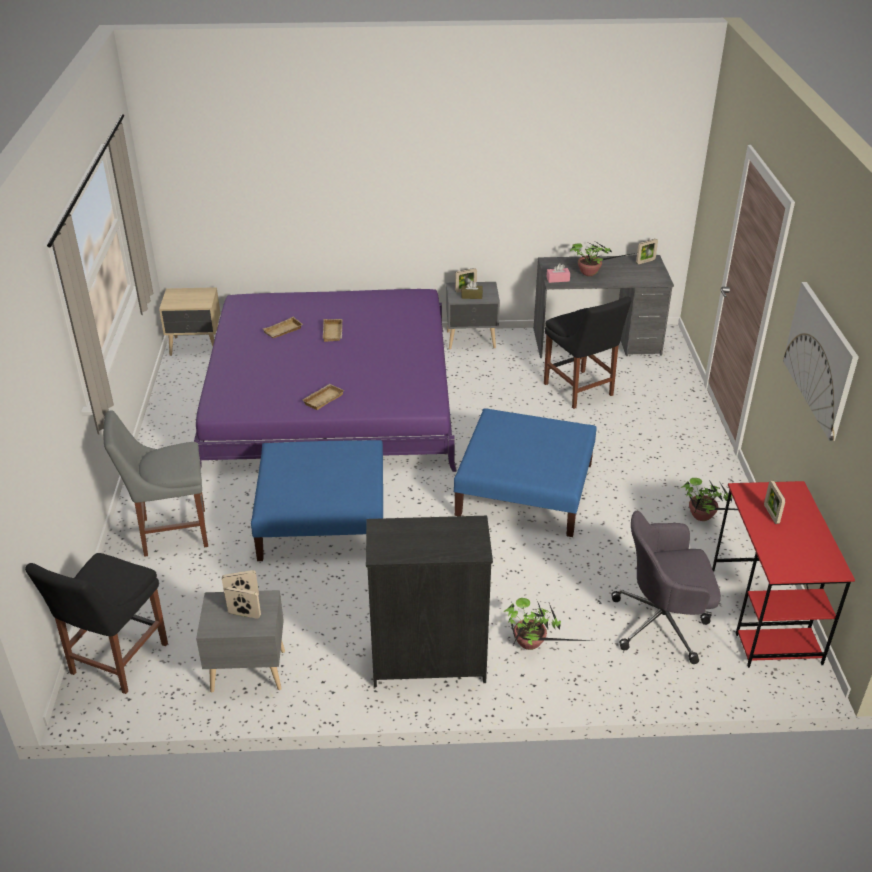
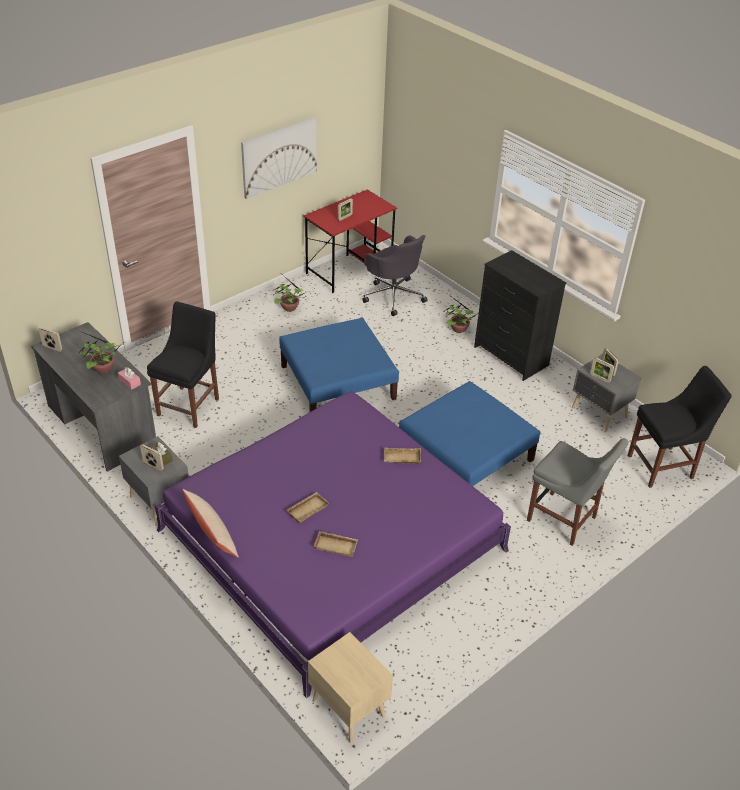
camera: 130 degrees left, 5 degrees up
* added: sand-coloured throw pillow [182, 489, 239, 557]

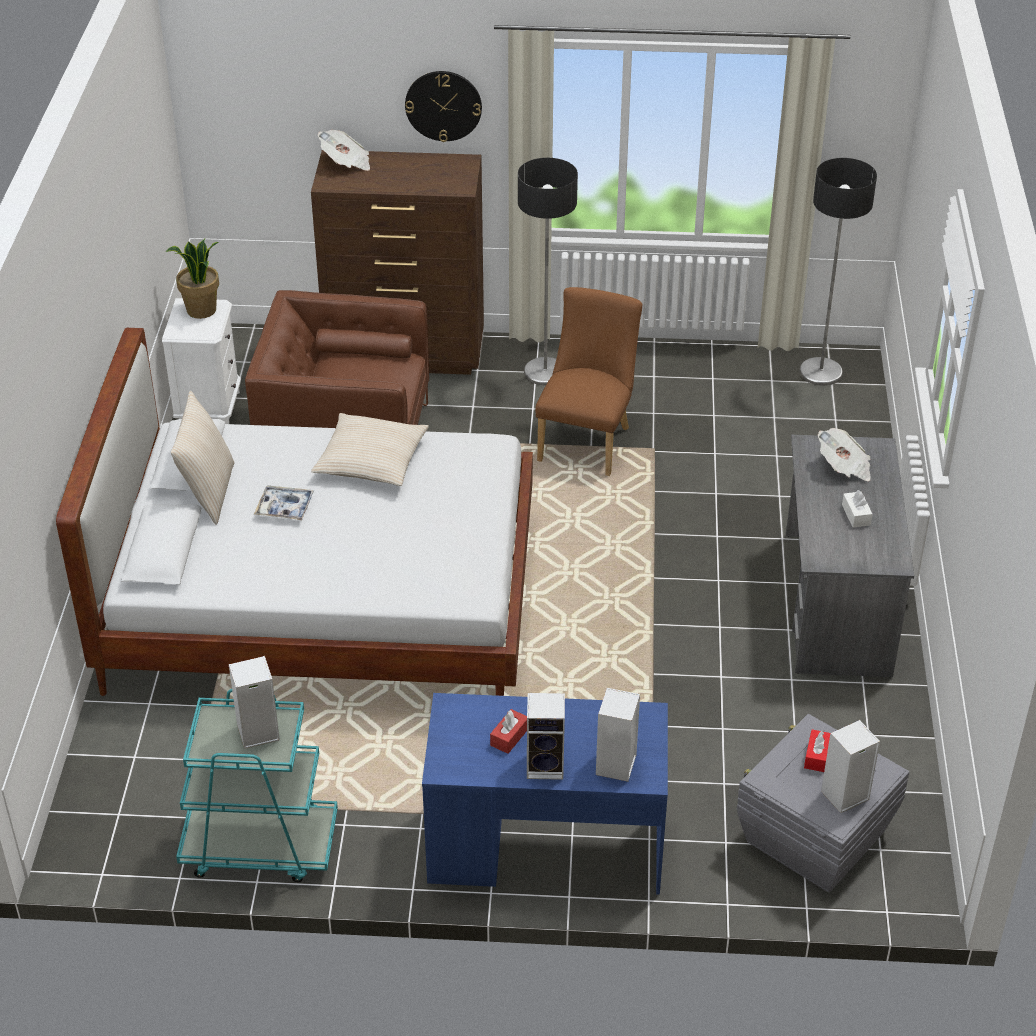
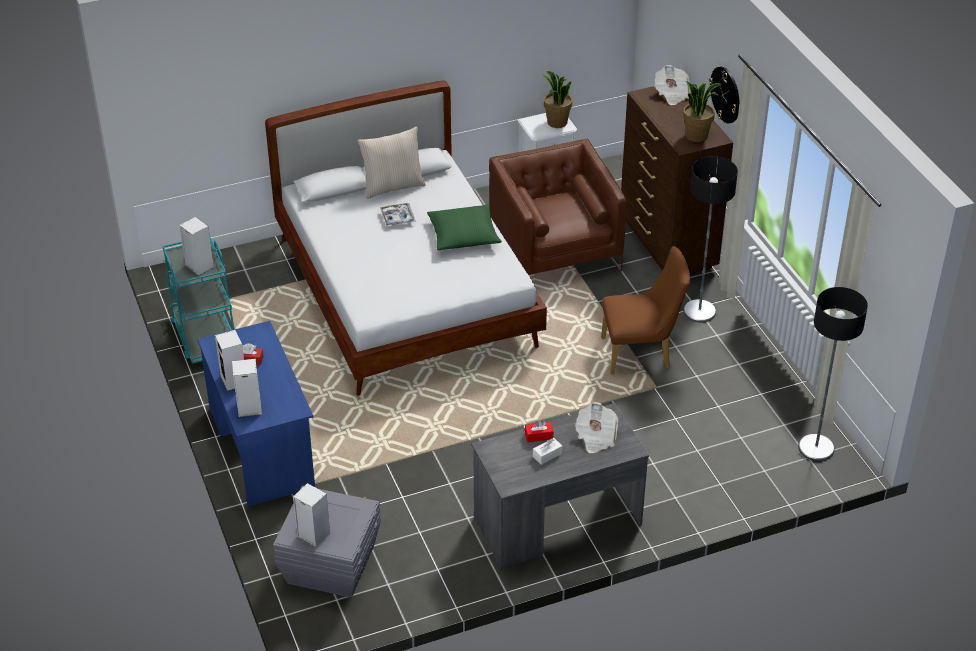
camera: 65 degrees right, 0 degrees up
* recoloured: sand-coloured throw pillow [311, 413, 429, 486] to greenish throw pillow [427, 204, 502, 250]
* moved: red box of tissues [804, 729, 830, 772] to [525, 421, 553, 442]
* added: houseplant [683, 81, 721, 142]

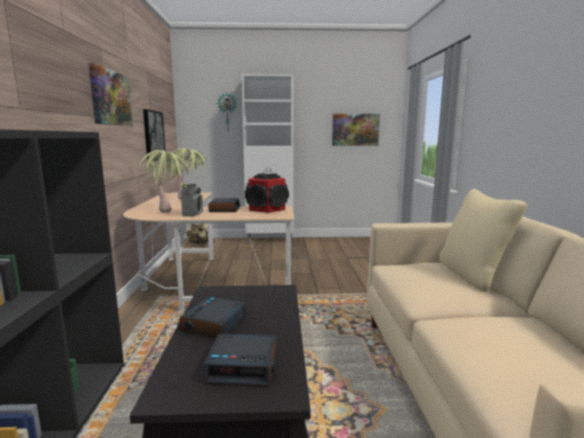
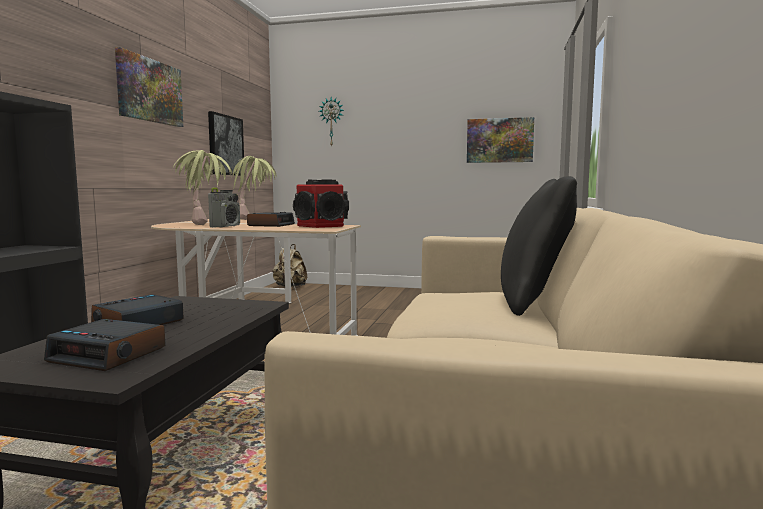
camera: 15 degrees right, 5 degrees down
* removed: white cabinet [241, 74, 294, 243]
* recoloured: sand-coloured throw pillow [439, 189, 528, 292] to black throw pillow [501, 176, 577, 316]

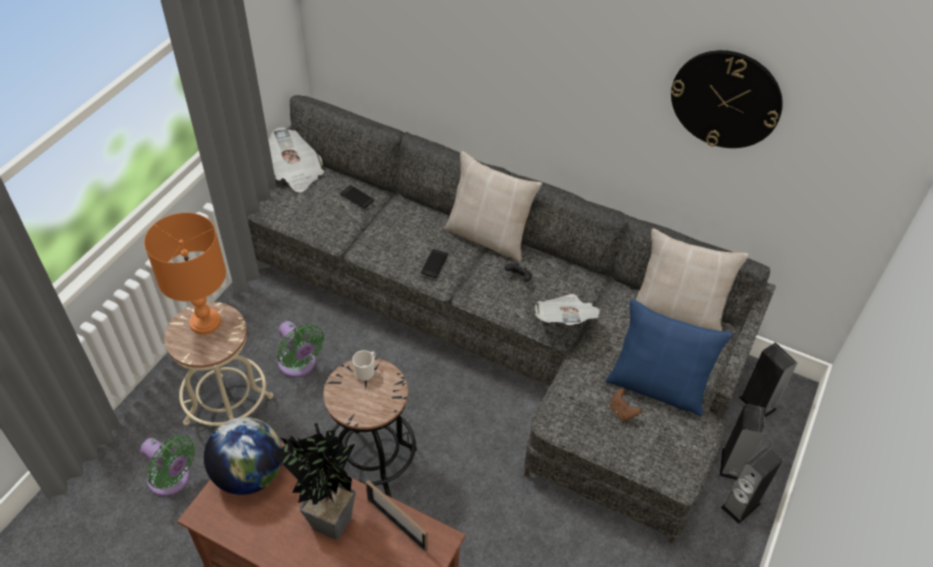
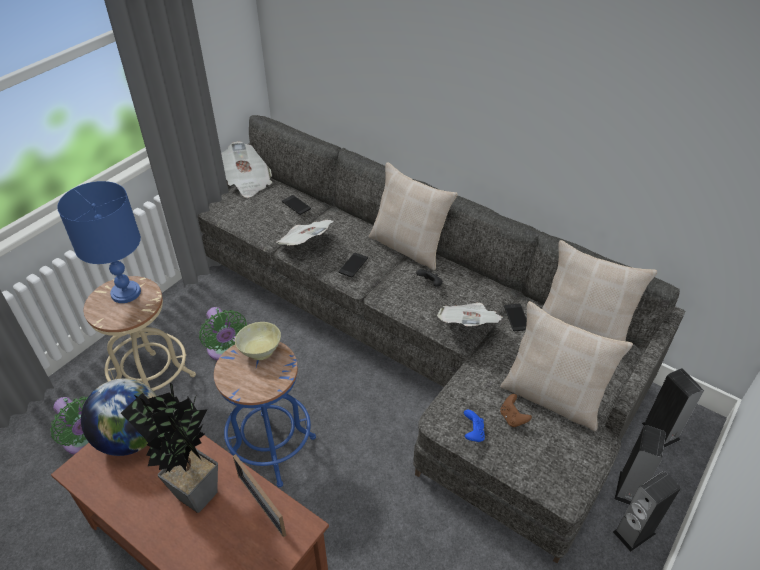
camera: 10 degrees right, 5 degrees down
* recoloured: orangey table lamp [144, 213, 226, 335] to bluish table lamp [57, 181, 141, 303]
* recoloured: black stool [323, 358, 417, 498] to bluish stool [214, 342, 316, 487]
* replaced: coffee mug [352, 350, 376, 381] to sand-coloured bowl [235, 322, 281, 360]
* recoloured: bluish throw pillow [606, 299, 733, 416] to sand-coloured throw pillow [500, 301, 633, 431]
* removed: hanging clock [671, 50, 783, 148]
* added: daily paper [276, 220, 334, 245]
* added: bluish gamepad [464, 410, 485, 442]
* added: phone [504, 303, 527, 331]

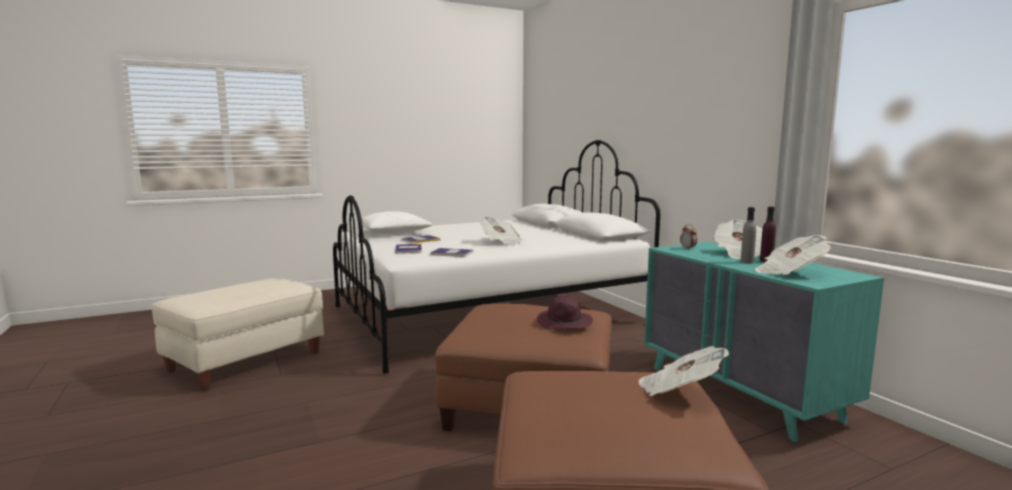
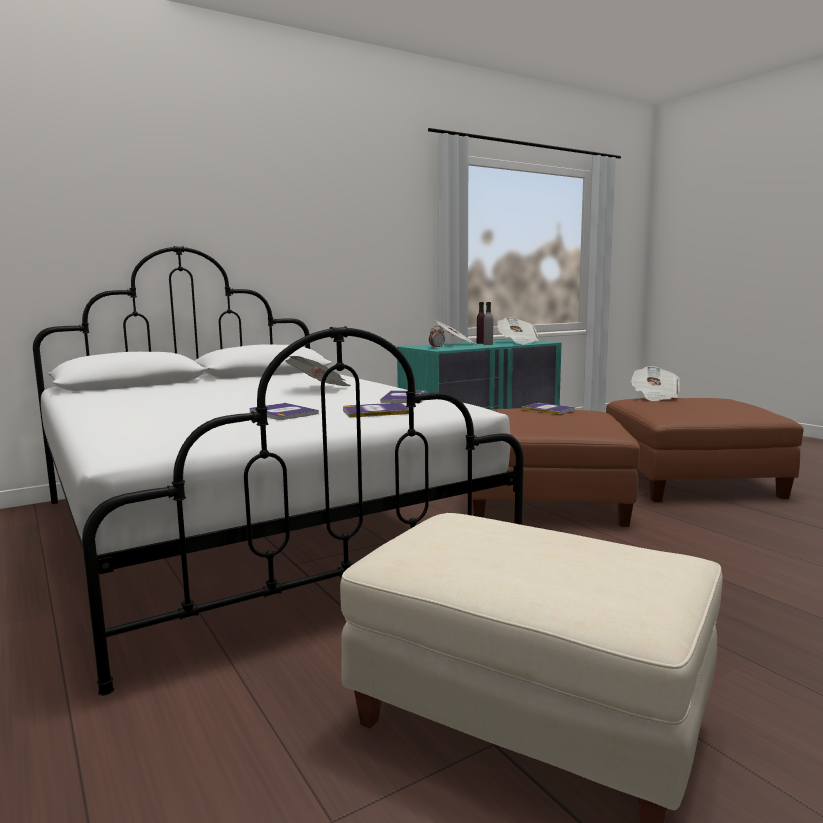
camera: 95 degrees left, 0 degrees up
* removed: white throw pillow [357, 211, 433, 234]
* replaced: purplish wearable hat [537, 295, 593, 329] to bound book [522, 403, 575, 415]

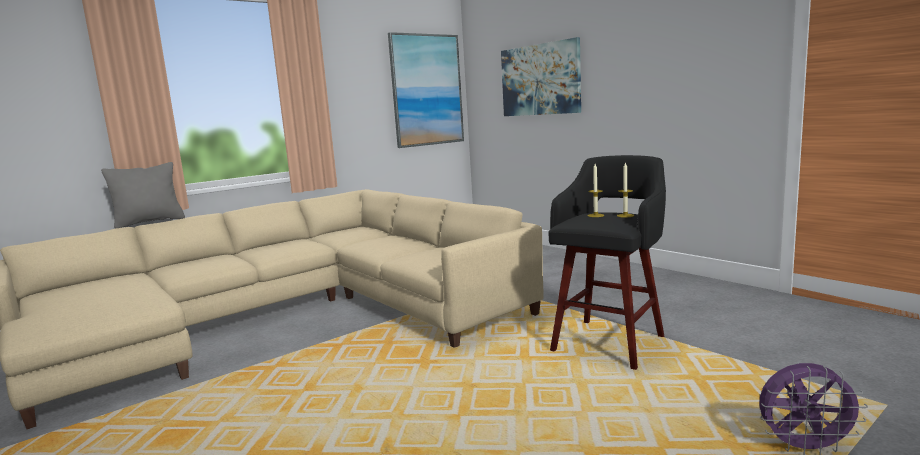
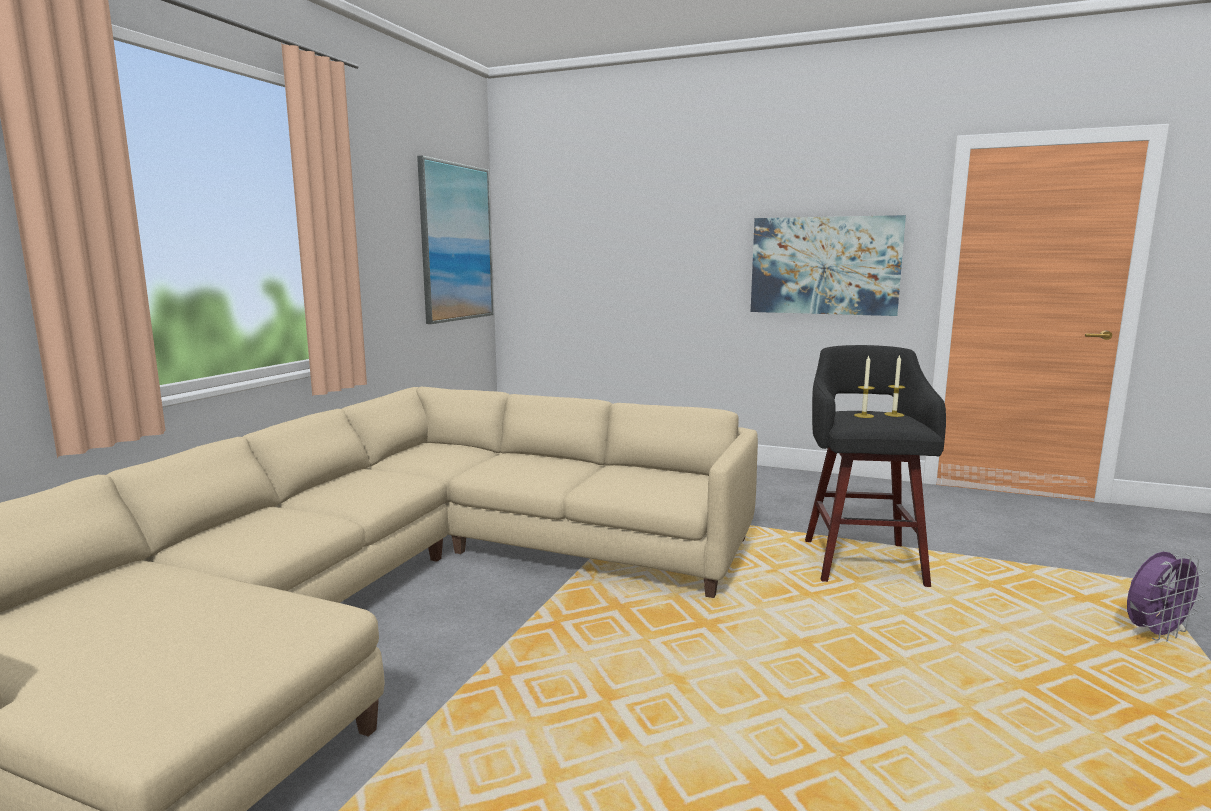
camera: 30 degrees left, 0 degrees up
* removed: gray throw pillow [101, 162, 185, 229]
* moved: wall art [501, 37, 581, 116] to [751, 215, 906, 316]

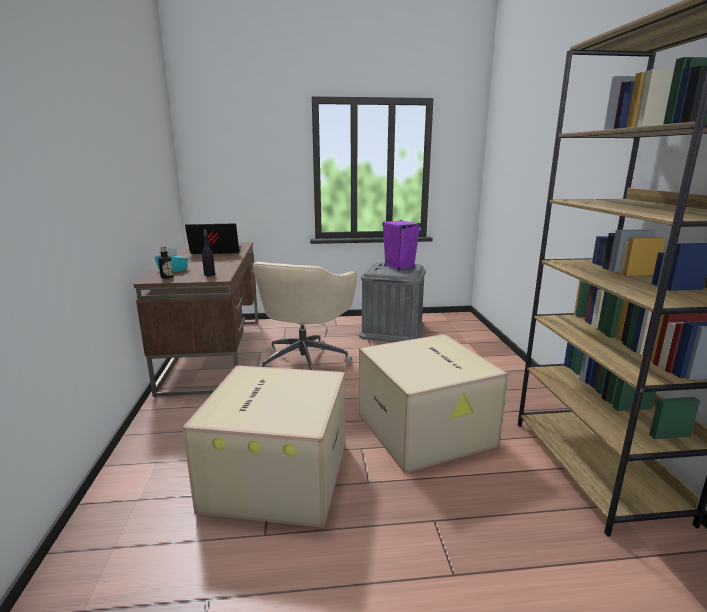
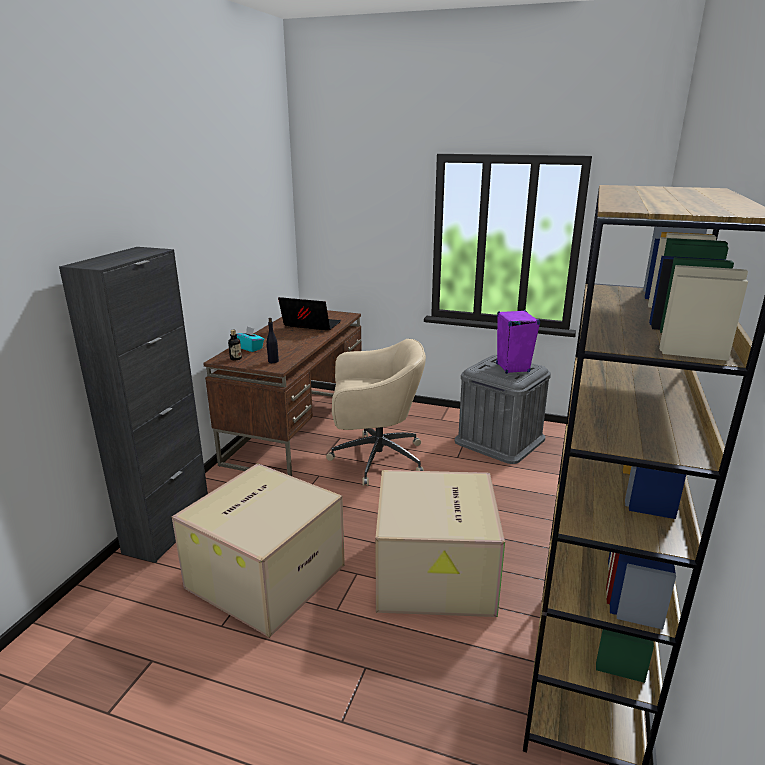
camera: 25 degrees right, 5 degrees up
* turned: sand-coloured computer chair [252, 262, 357, 370] = [326, 339, 426, 486] 135 degrees counterclockwise
* added: black cabinet [59, 247, 208, 563]

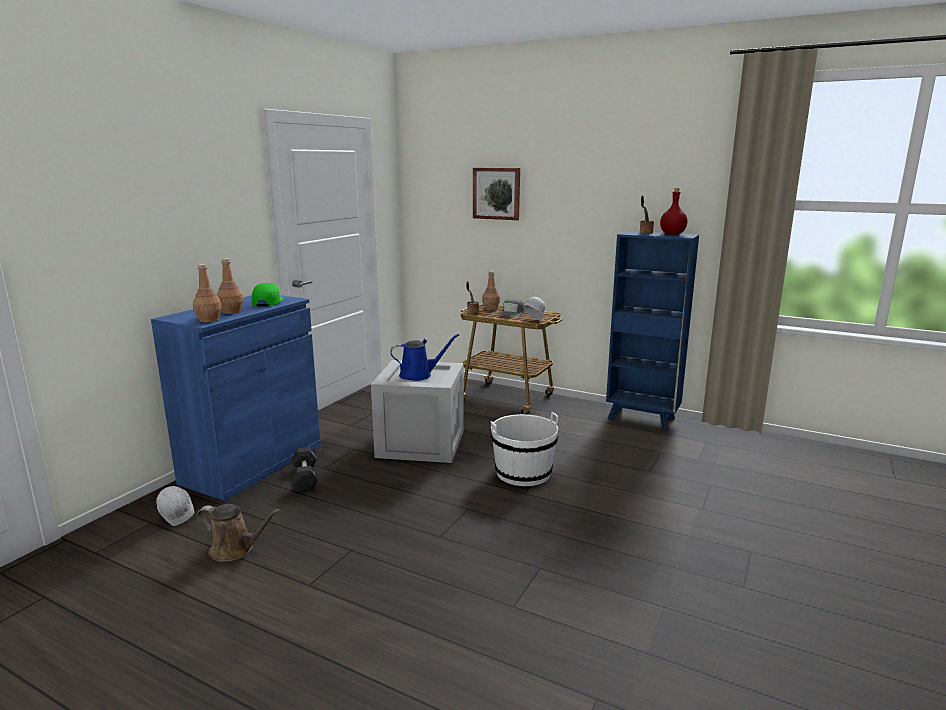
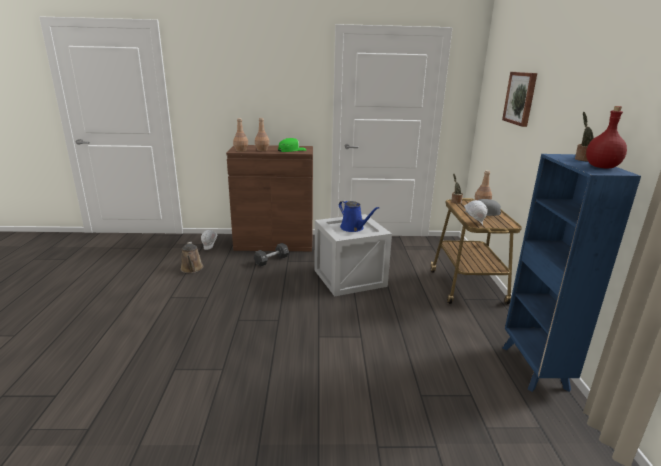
camera: 60 degrees right, 5 degrees up
* recoloured: bluish cabinet [151, 295, 321, 501] to brownish cabinet [226, 145, 313, 251]
* removed: white bucket [491, 412, 558, 486]

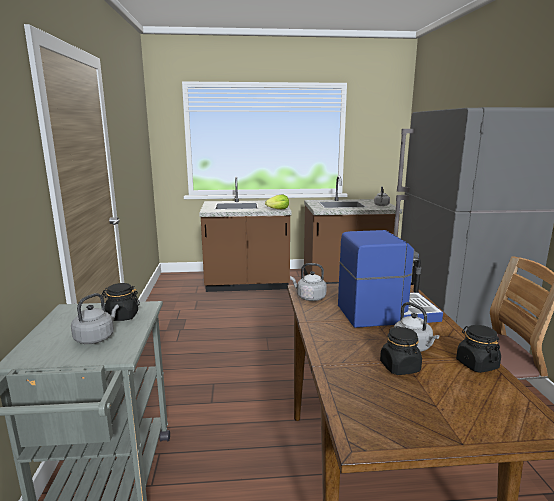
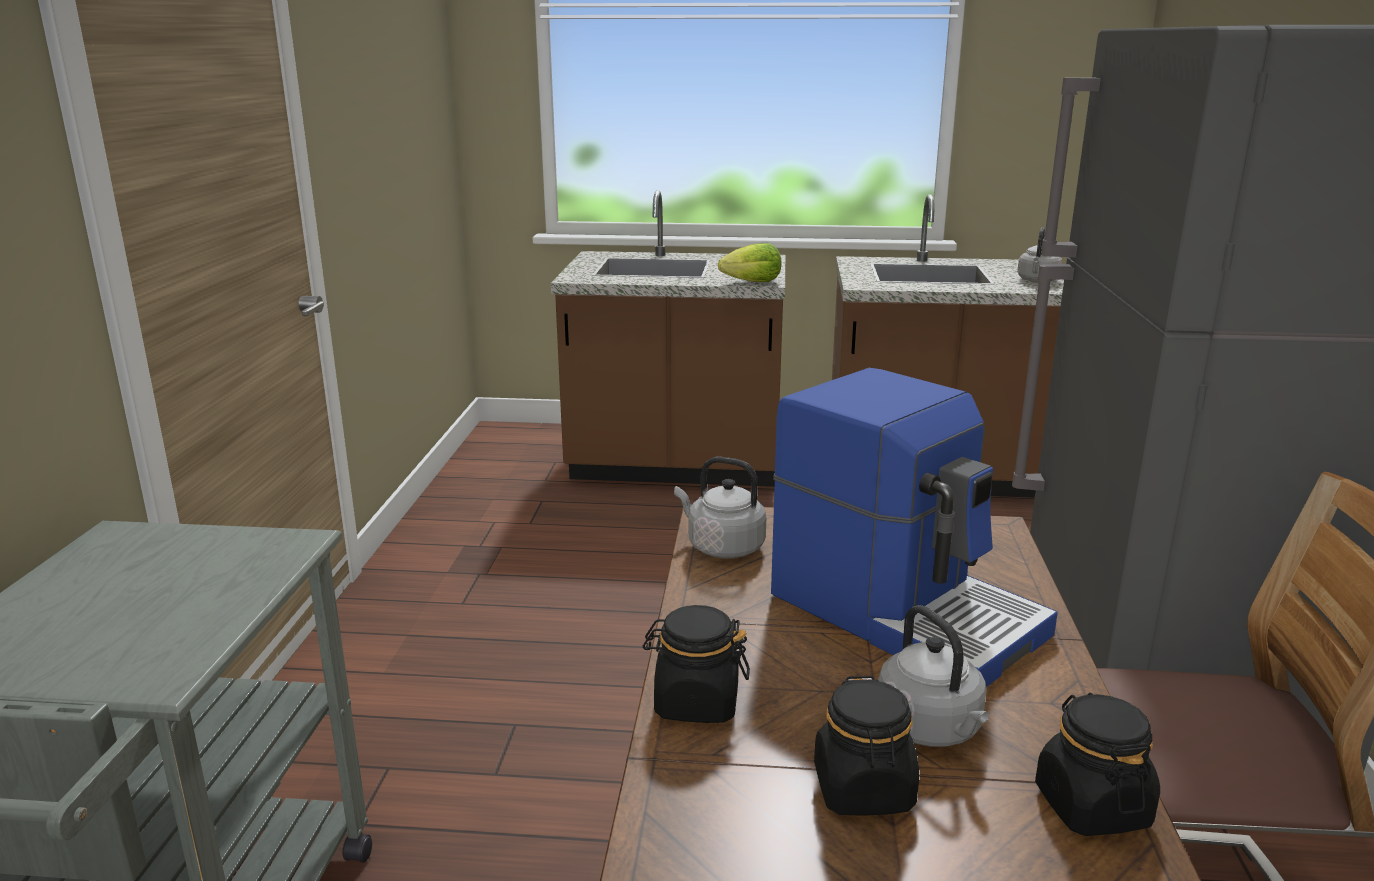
camera: 10 degrees right, 5 degrees up
* removed: gray kettle [71, 293, 119, 344]
* moved: black preserve jar [102, 283, 140, 321] to [643, 605, 750, 723]
* turned: coffee machine [338, 230, 443, 328] = [771, 368, 1058, 687] 45 degrees clockwise

